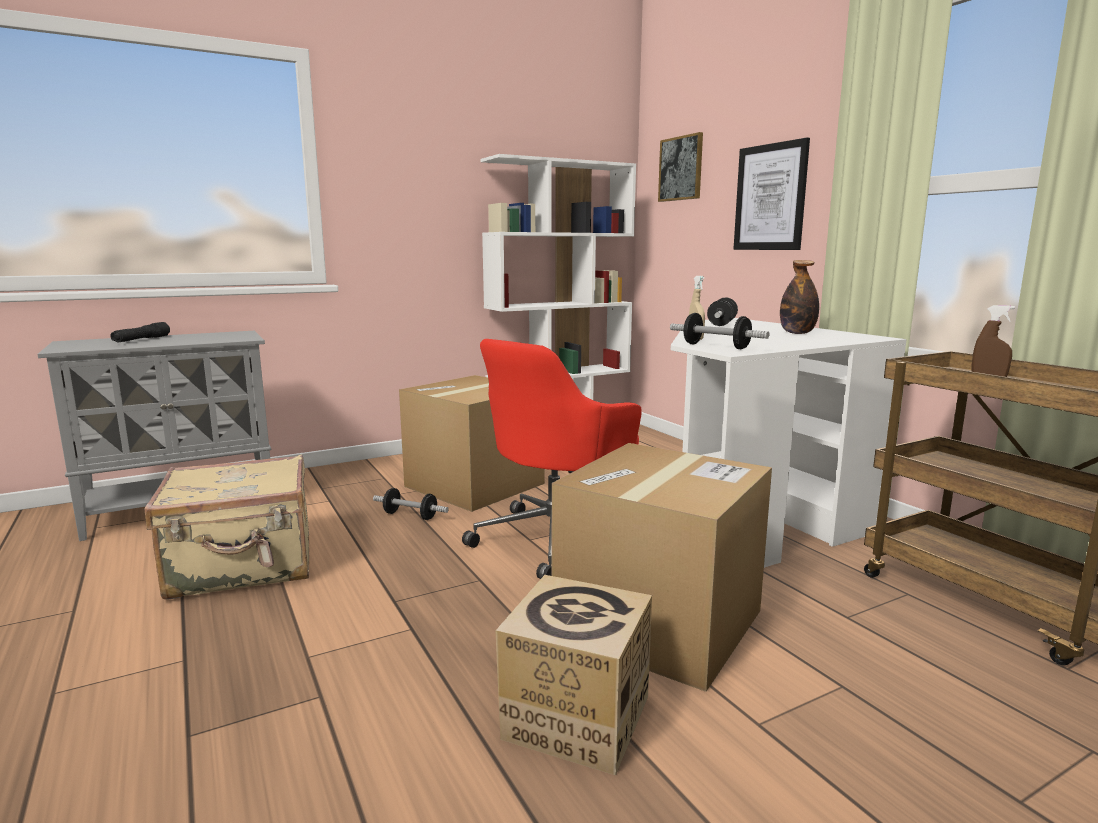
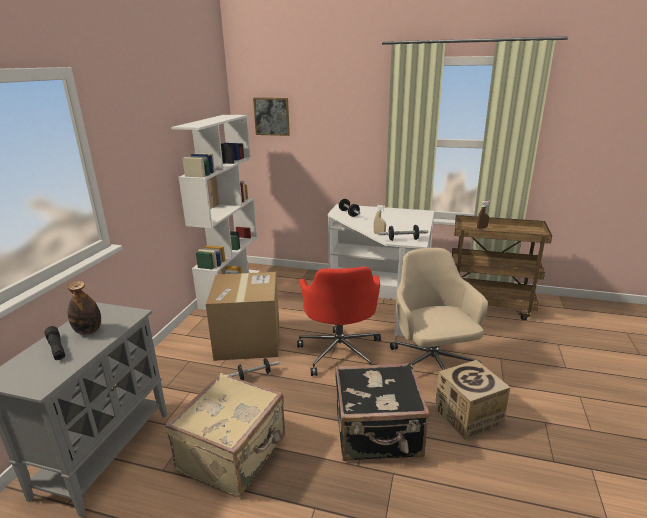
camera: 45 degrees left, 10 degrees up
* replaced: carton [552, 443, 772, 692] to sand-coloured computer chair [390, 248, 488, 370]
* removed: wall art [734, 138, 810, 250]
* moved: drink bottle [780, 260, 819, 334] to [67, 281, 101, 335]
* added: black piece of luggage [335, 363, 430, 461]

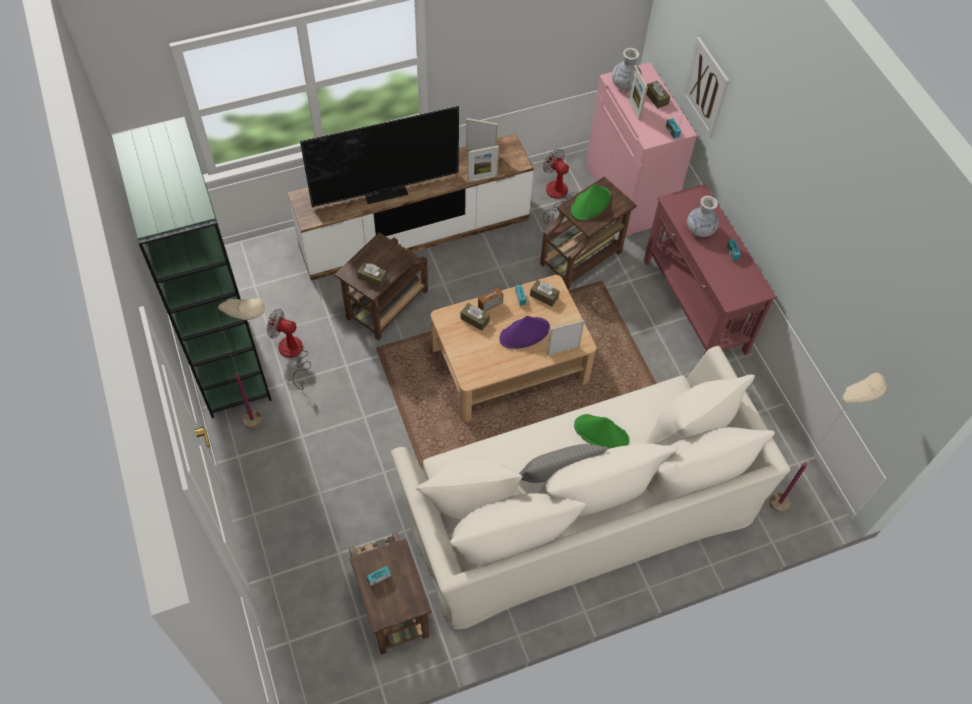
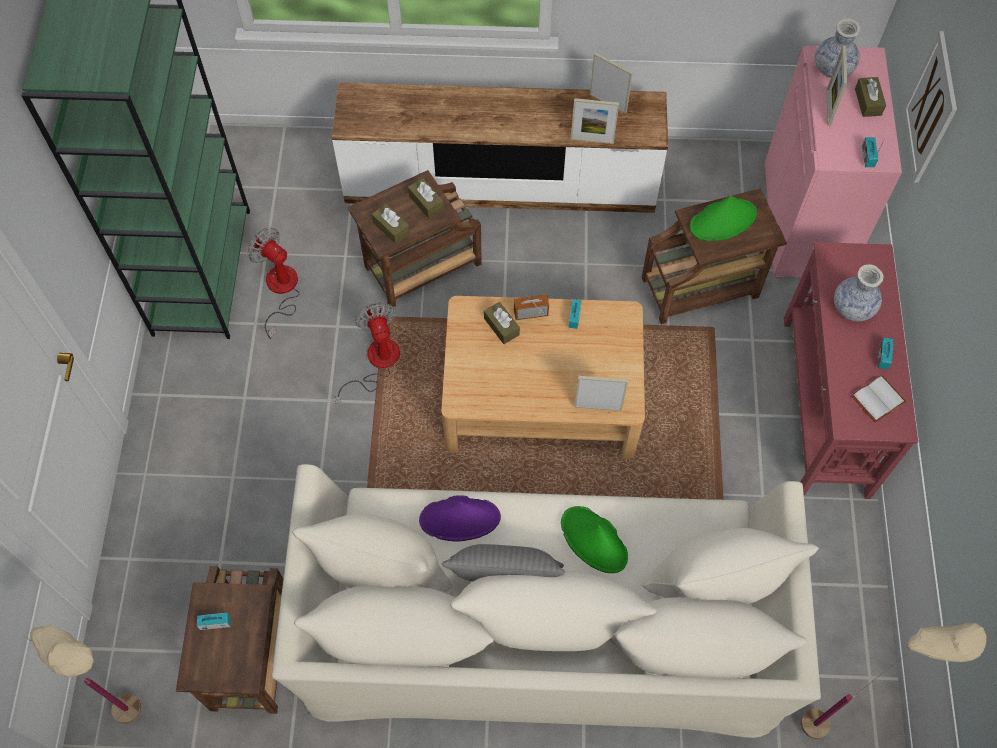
camera: 25 degrees right, 5 degrees up
* moved: sand-coloured standing lamp [215, 299, 265, 429] to [23, 624, 141, 724]
* removed: TV set [300, 106, 459, 207]
* moved: purplish wearable hat [499, 316, 550, 349] to [419, 495, 501, 542]
* moved: brownish box of tissues [530, 280, 560, 306] to [408, 178, 444, 219]
* moved: electric fan [543, 149, 569, 225] to [331, 303, 400, 405]
* added: white bound book [851, 375, 906, 423]

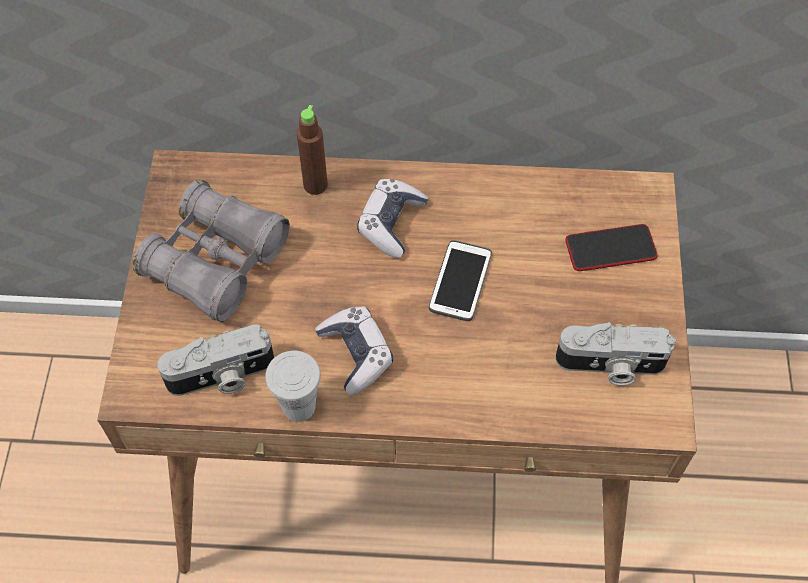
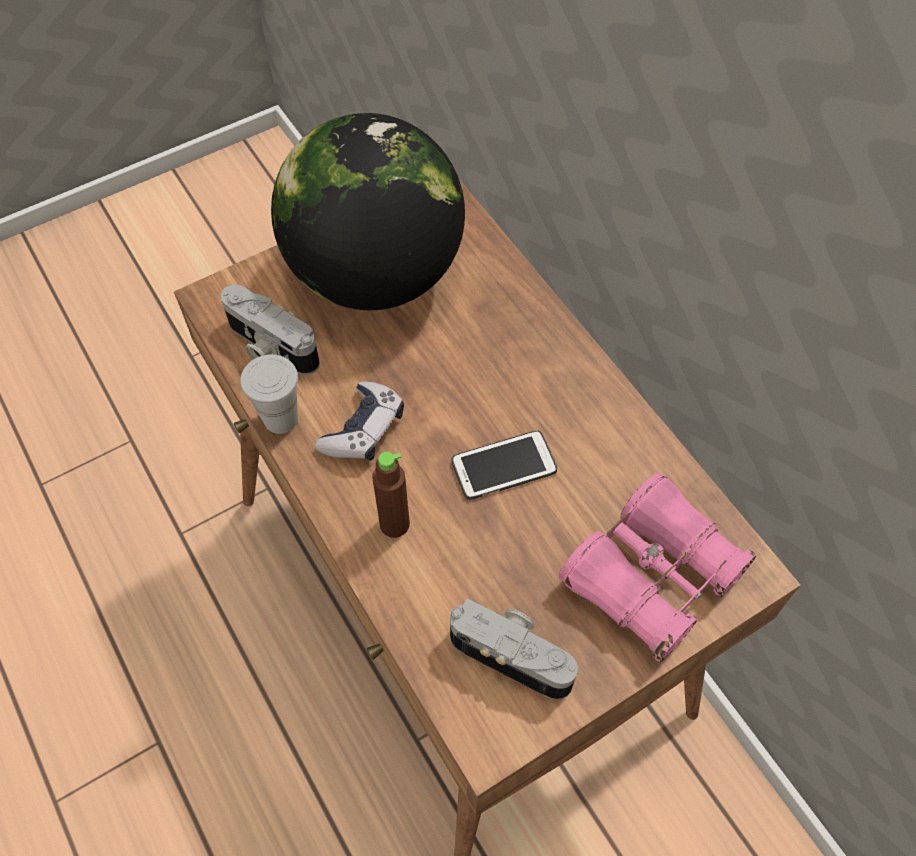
camera: 55 degrees right, 0 degrees up
* replaced: gray pair of binoculars [133, 179, 290, 322] to desk globe [271, 113, 465, 310]
* moved: brownish drink bottle [297, 105, 328, 195] to [372, 452, 410, 538]
* removed: gamepad [357, 179, 428, 258]
* turned: still camera [555, 322, 676, 386] = [450, 598, 578, 700] 150 degrees clockwise
* replaced: phone [565, 224, 658, 271] to pink pair of binoculars [559, 472, 756, 662]

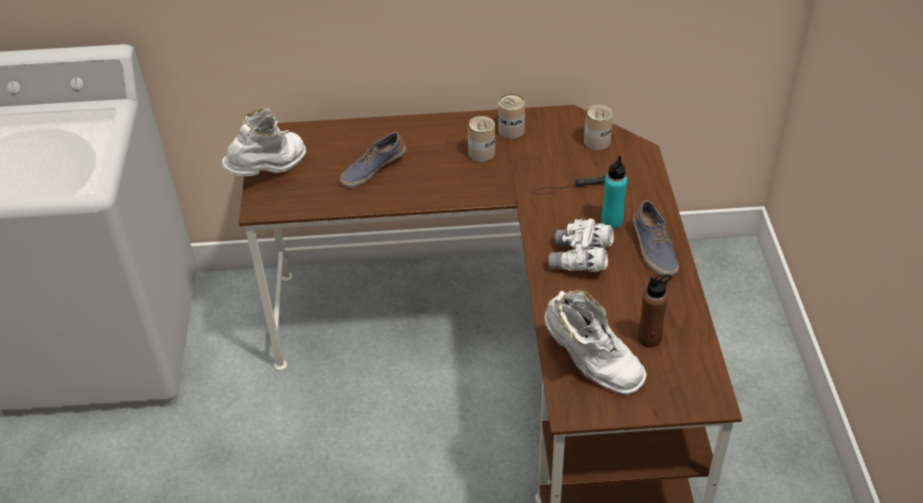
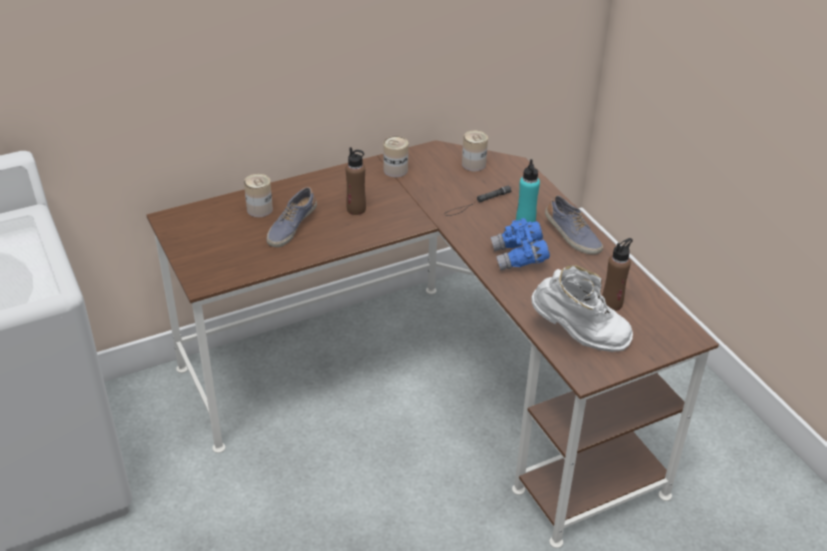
camera: 25 degrees left, 5 degrees down
* removed: white boot [222, 108, 306, 176]
* moved: metal can [468, 116, 495, 162] to [244, 174, 273, 217]
* recoloured: white pair of binoculars [548, 219, 614, 272] to bluish pair of binoculars [491, 218, 550, 270]
* added: brownish drink bottle [346, 147, 366, 215]

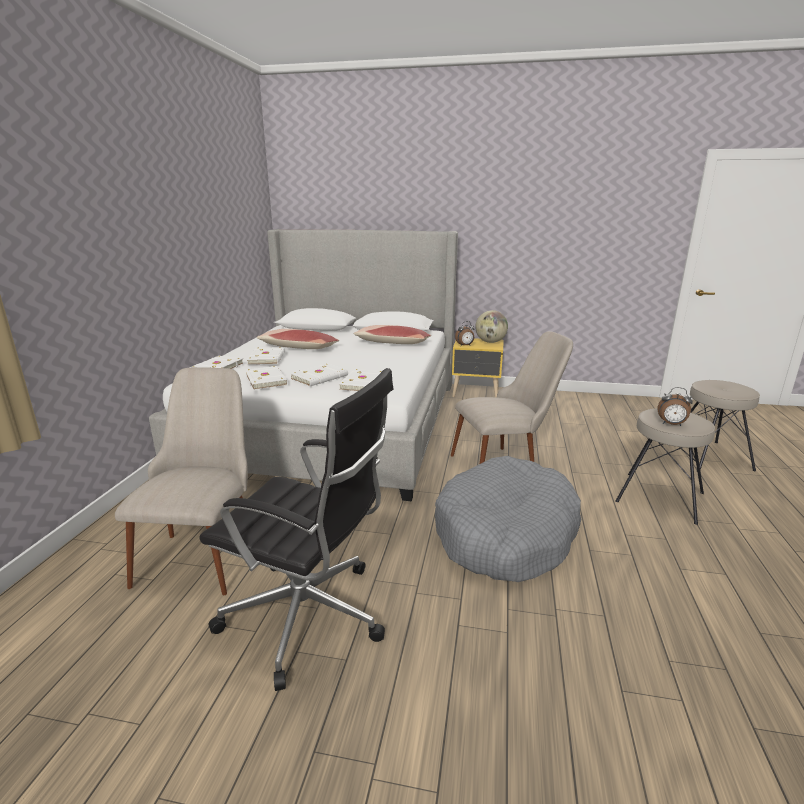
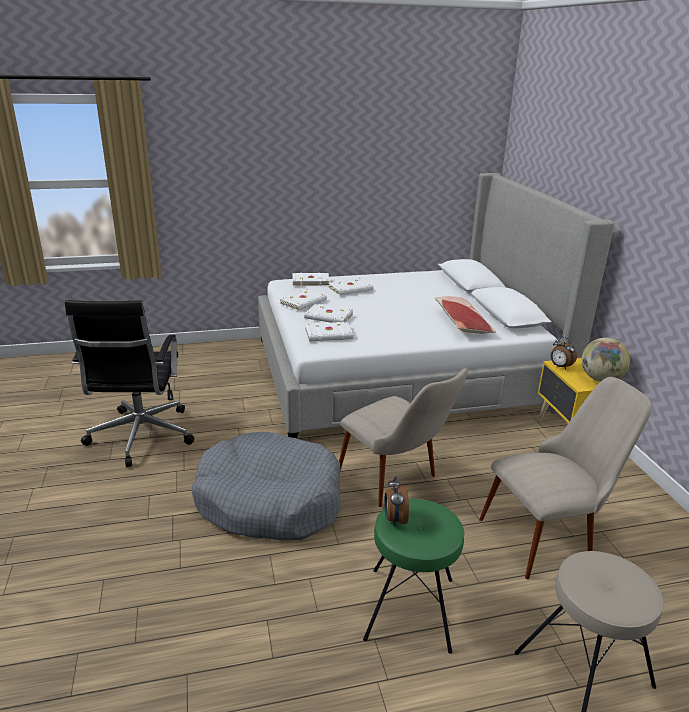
camera: 65 degrees right, 5 degrees up
* moved: sand-coloured plain chair [115, 367, 248, 595] to [479, 377, 652, 579]
* removed: throw pillow [257, 329, 340, 349]
* recoloured: sand-coloured stool [616, 408, 715, 525] to greenish stool [363, 499, 464, 654]

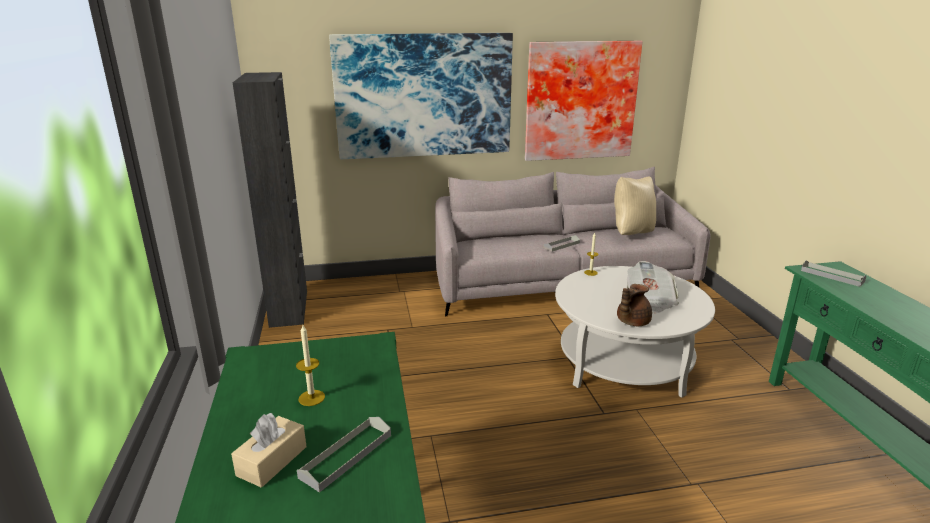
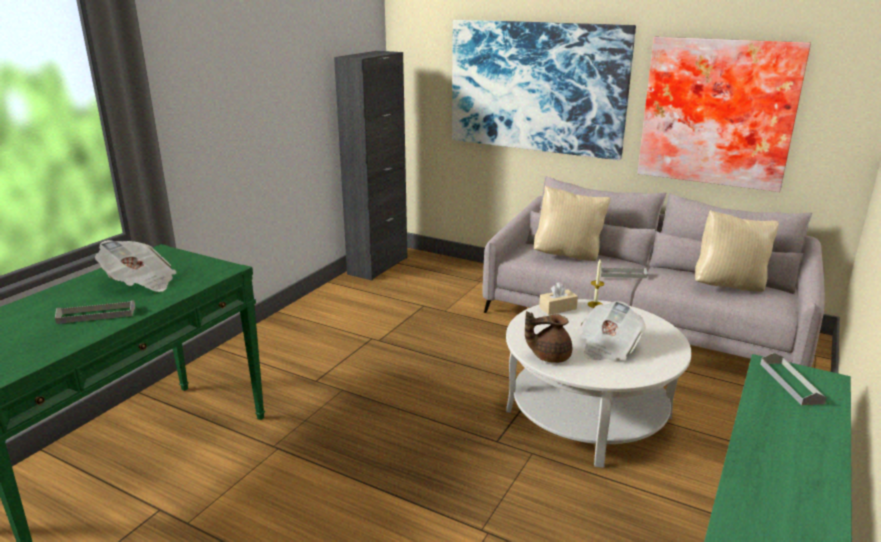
camera: 40 degrees right, 0 degrees up
* moved: sand-coloured box of tissues [231, 413, 307, 488] to [539, 282, 578, 315]
* replaced: wax candle [296, 325, 325, 406] to daily paper [95, 240, 177, 292]
* added: sand-coloured throw pillow [534, 186, 611, 261]

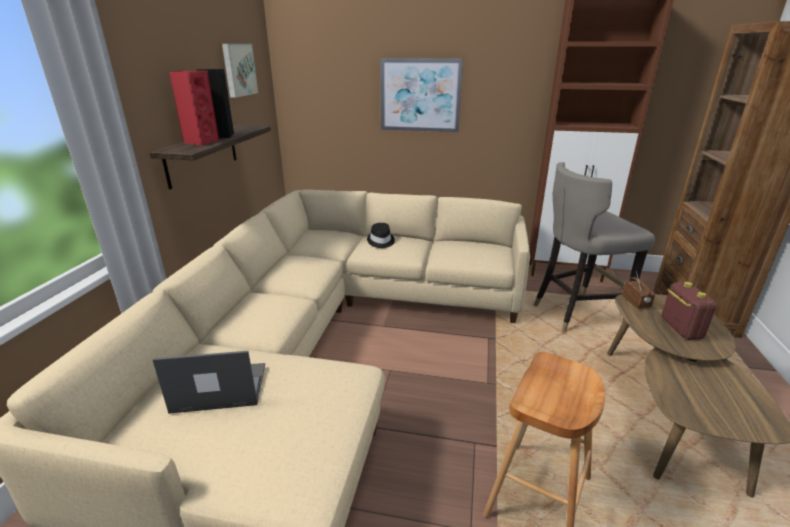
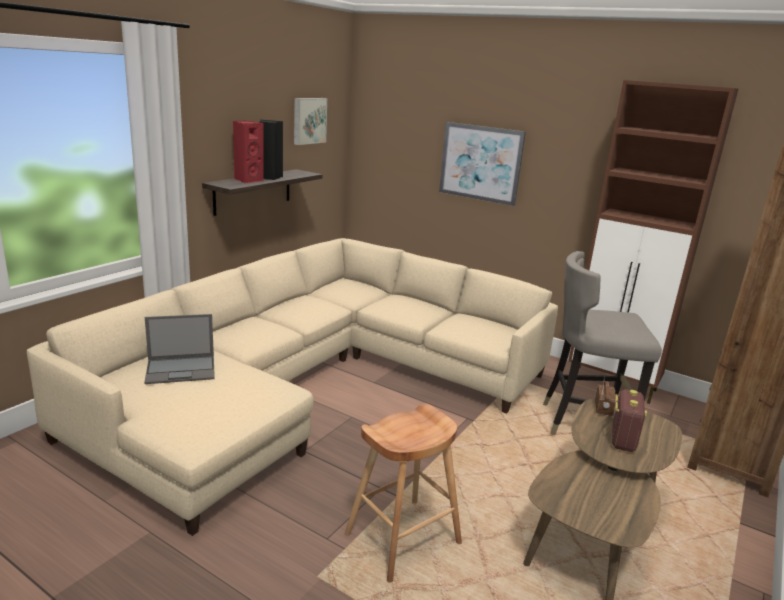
camera: 20 degrees right, 5 degrees down
* turned: portable computer [152, 351, 265, 414] = [144, 314, 215, 384] 150 degrees clockwise
* removed: black wearable hat [367, 223, 395, 248]

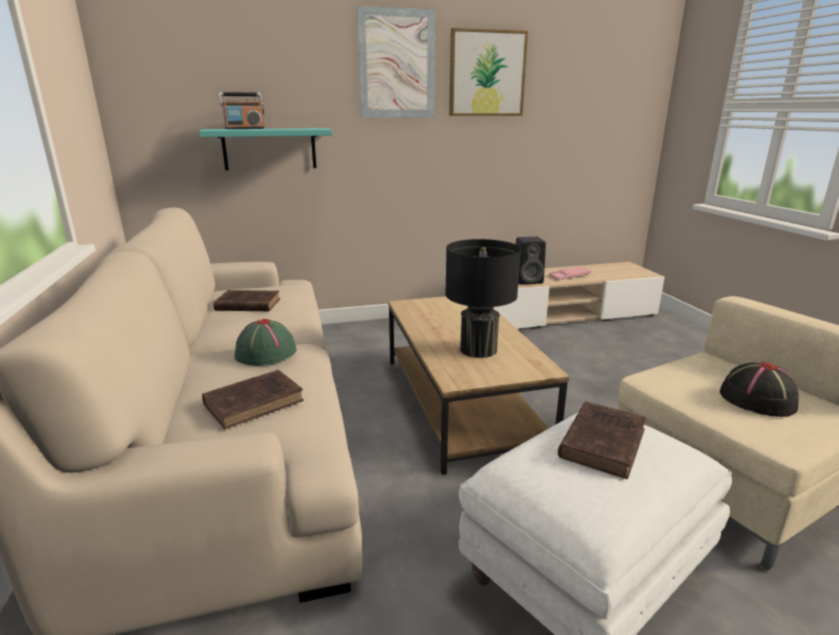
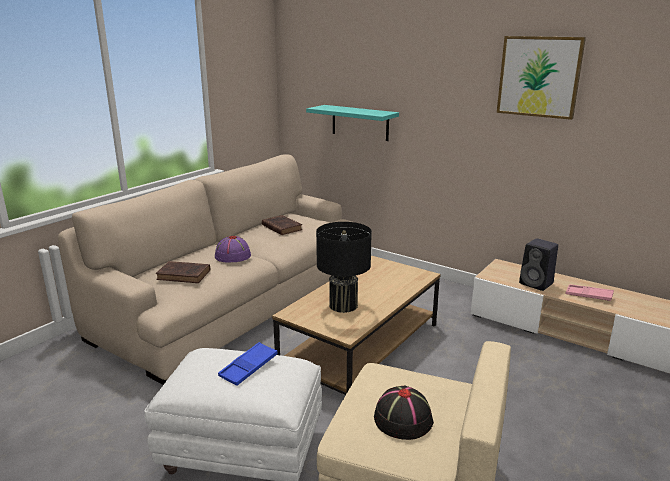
camera: 50 degrees right, 0 degrees up
* removed: radio receiver [219, 92, 265, 129]
* recoloured: greenish wearable hat [235, 319, 296, 366] to purplish wearable hat [215, 236, 251, 263]
* removed: wall art [357, 6, 435, 117]
* replaced: brownish bound book [558, 401, 646, 479] to bluish tray [218, 342, 278, 386]

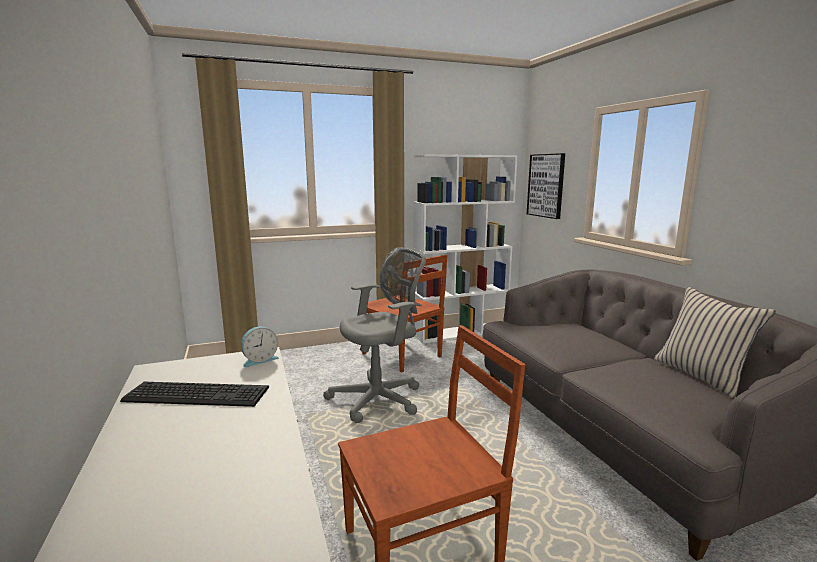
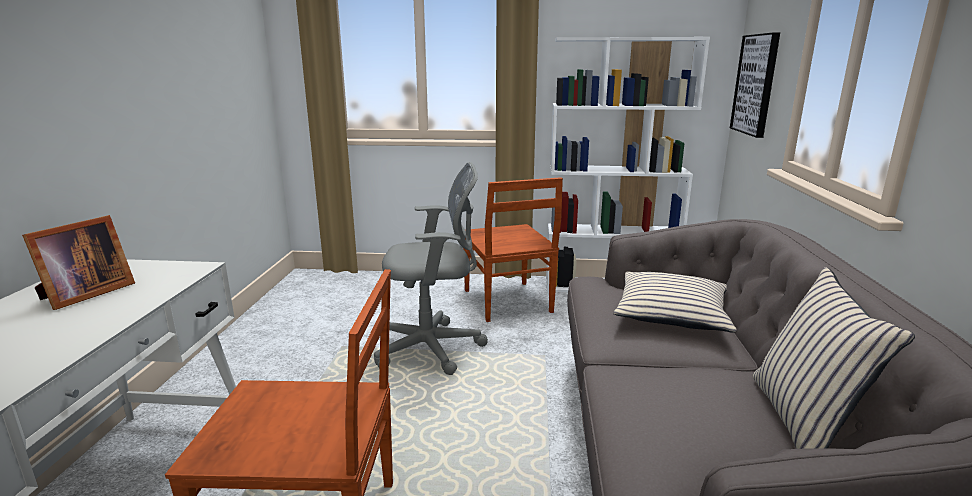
camera: 25 degrees right, 5 degrees up
* replaced: PC keyboard [120, 382, 269, 407] to photo frame [22, 215, 135, 310]
* removed: table clock [241, 327, 279, 367]
* added: sand-coloured throw pillow [613, 272, 737, 333]

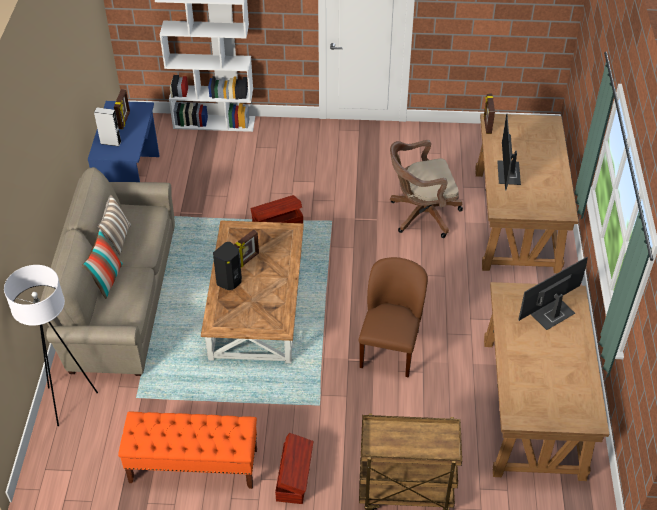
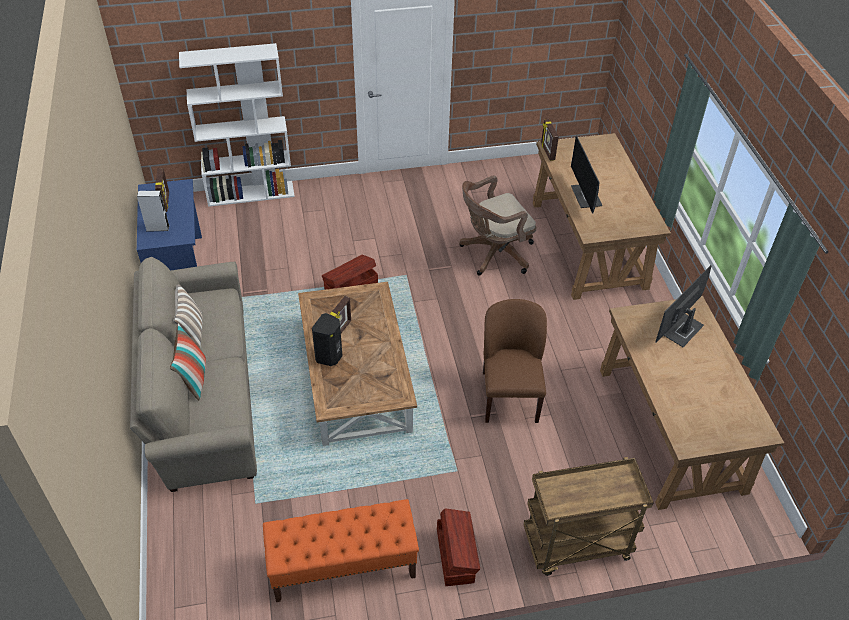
camera: 15 degrees left, 0 degrees up
* removed: white standing lamp [4, 265, 98, 426]

